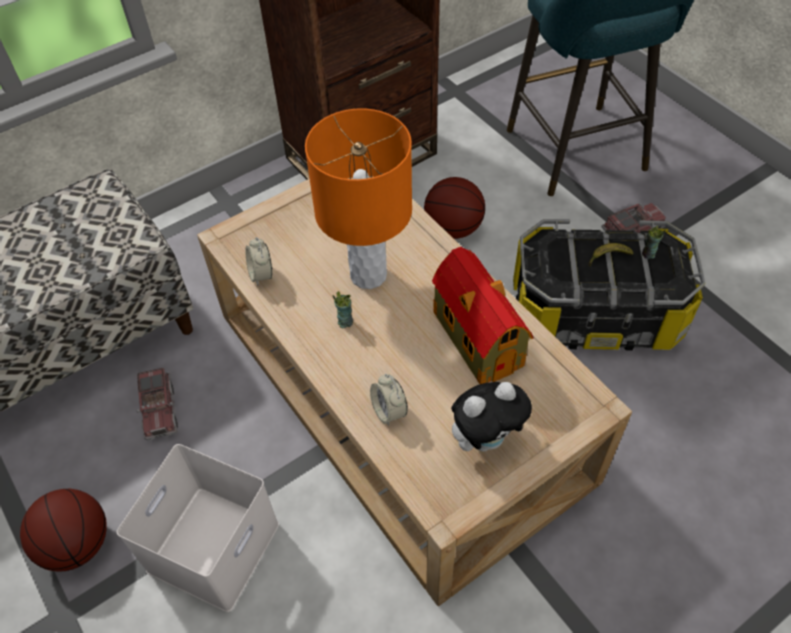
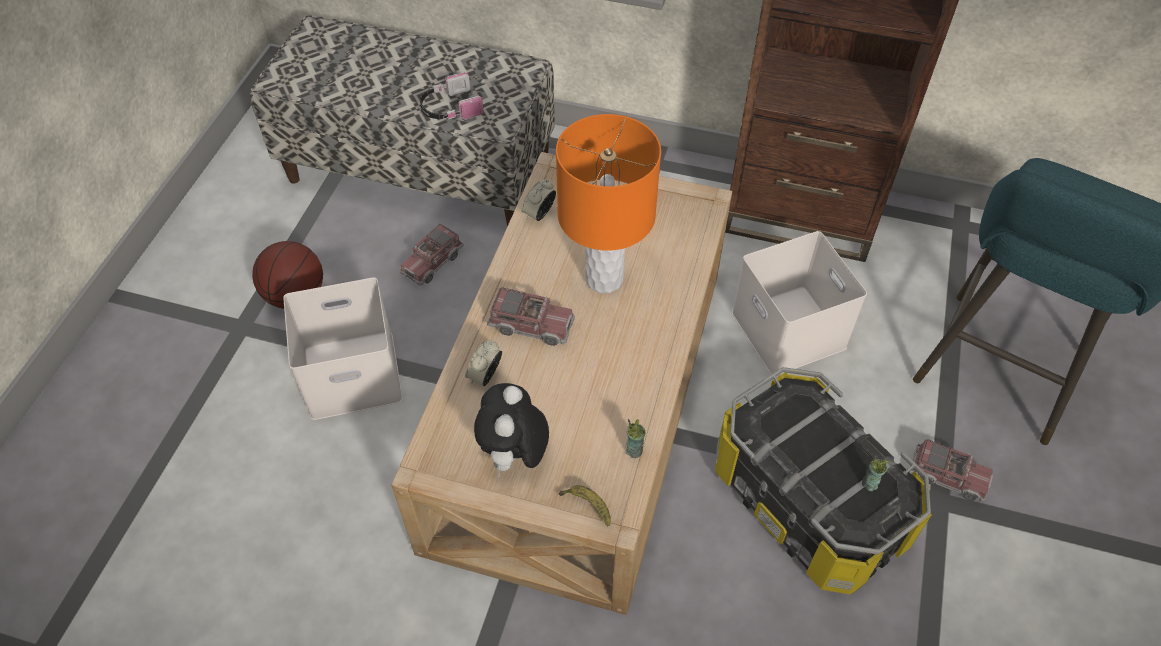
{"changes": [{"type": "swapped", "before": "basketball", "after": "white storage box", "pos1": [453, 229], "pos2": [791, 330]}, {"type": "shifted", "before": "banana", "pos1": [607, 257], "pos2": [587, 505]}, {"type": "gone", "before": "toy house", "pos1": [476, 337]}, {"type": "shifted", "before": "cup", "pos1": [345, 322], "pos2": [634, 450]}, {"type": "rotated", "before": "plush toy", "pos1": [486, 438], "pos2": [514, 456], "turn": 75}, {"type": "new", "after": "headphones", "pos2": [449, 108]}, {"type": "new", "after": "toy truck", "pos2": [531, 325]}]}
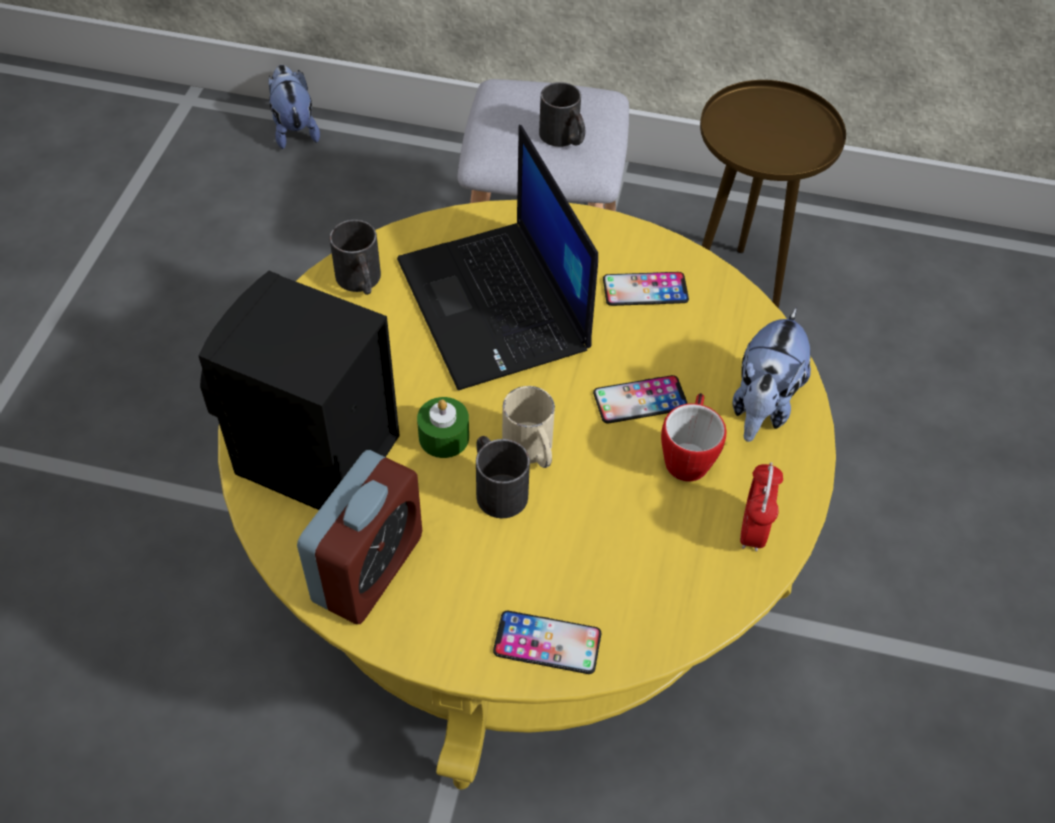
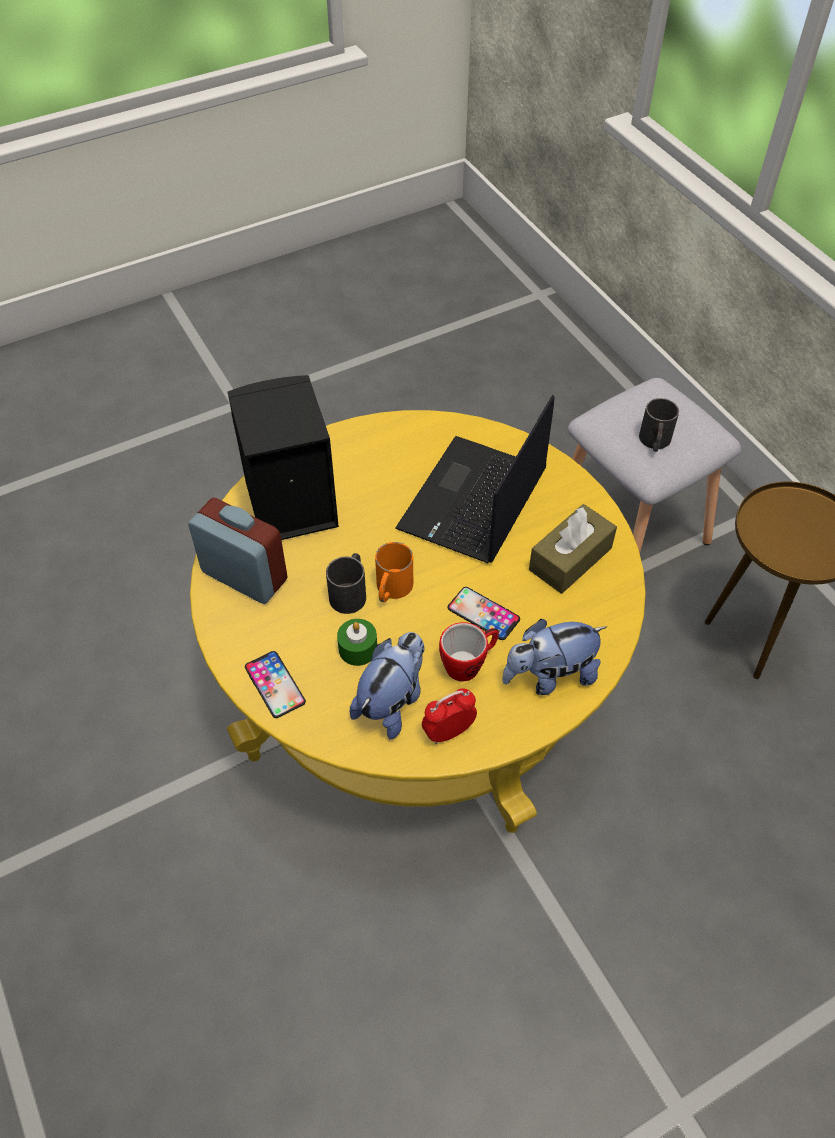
{"changes": [{"type": "shifted", "before": "plush toy", "pos1": [294, 129], "pos2": [392, 701]}, {"type": "gone", "before": "black mug", "pos1": [361, 282]}, {"type": "swapped", "before": "phone", "after": "brown tissue box", "pos1": [645, 289], "pos2": [570, 559]}, {"type": "repainted", "before": "beige mug", "after": "orange mug", "pos1": [532, 451], "pos2": [391, 590]}, {"type": "shifted", "before": "green candle", "pos1": [444, 437], "pos2": [358, 649]}, {"type": "rotated", "before": "alarm clock", "pos1": [368, 569], "pos2": [244, 576], "turn": -135}]}
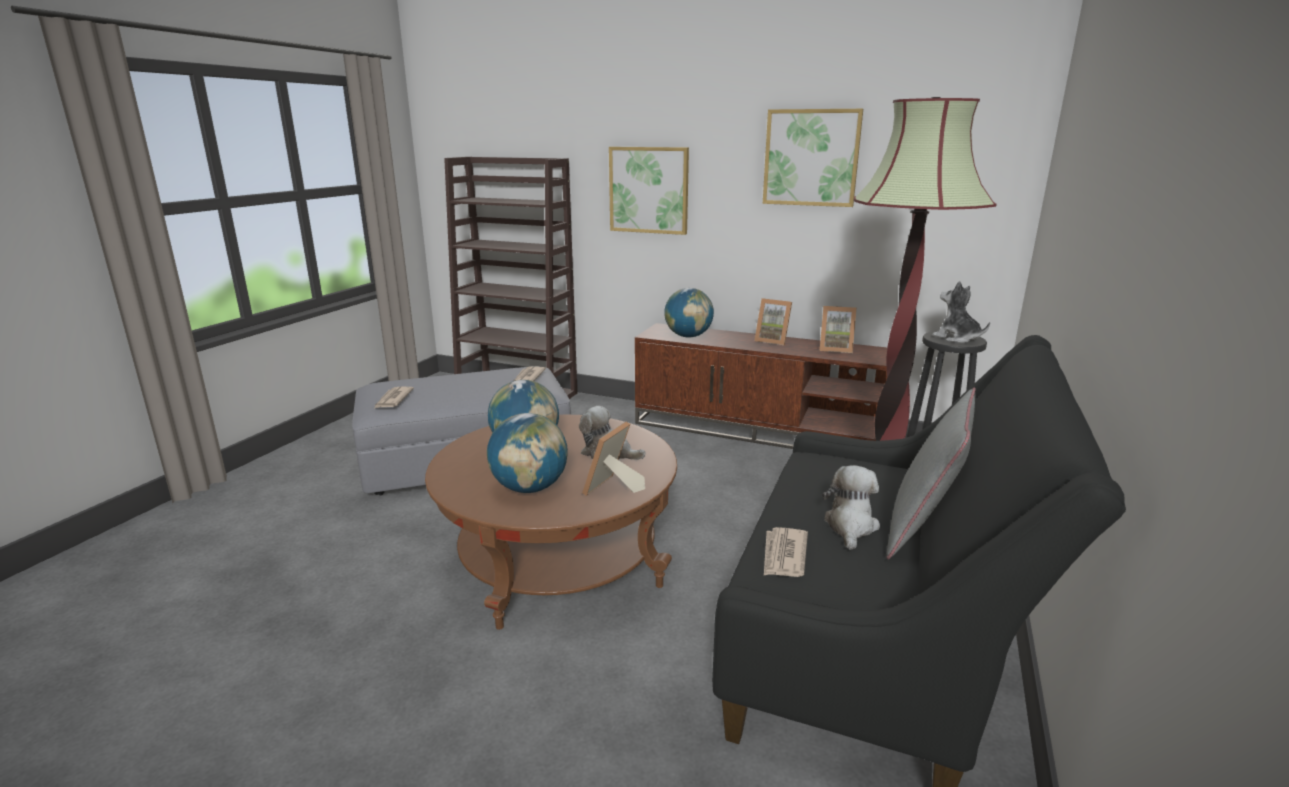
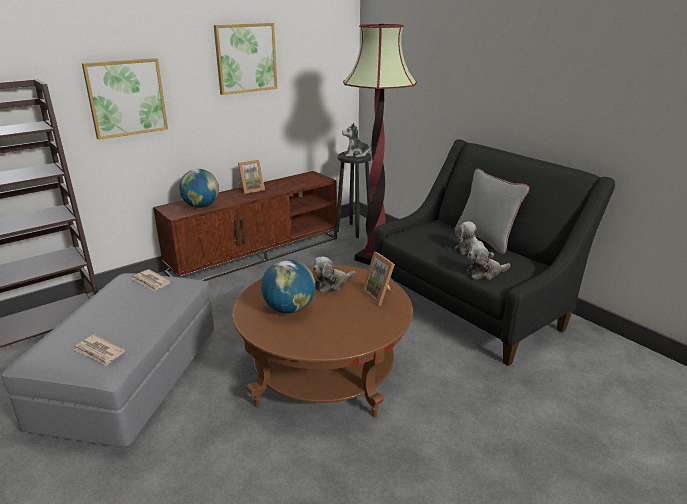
{"changes": [{"type": "gone", "before": "picture frame", "pos1": [835, 349]}, {"type": "gone", "before": "globe", "pos1": [530, 488]}, {"type": "swapped", "before": "newspaper", "after": "plush toy", "pos1": [784, 555], "pos2": [484, 273]}]}
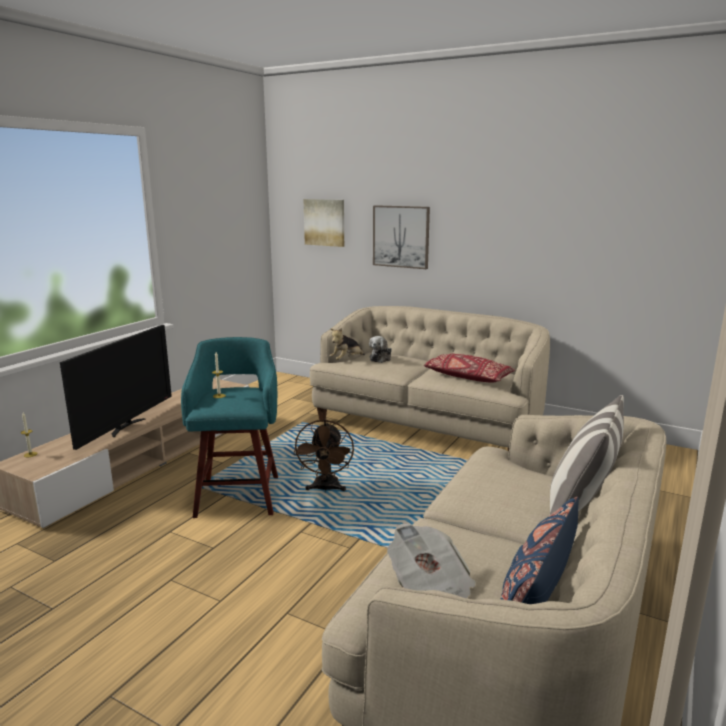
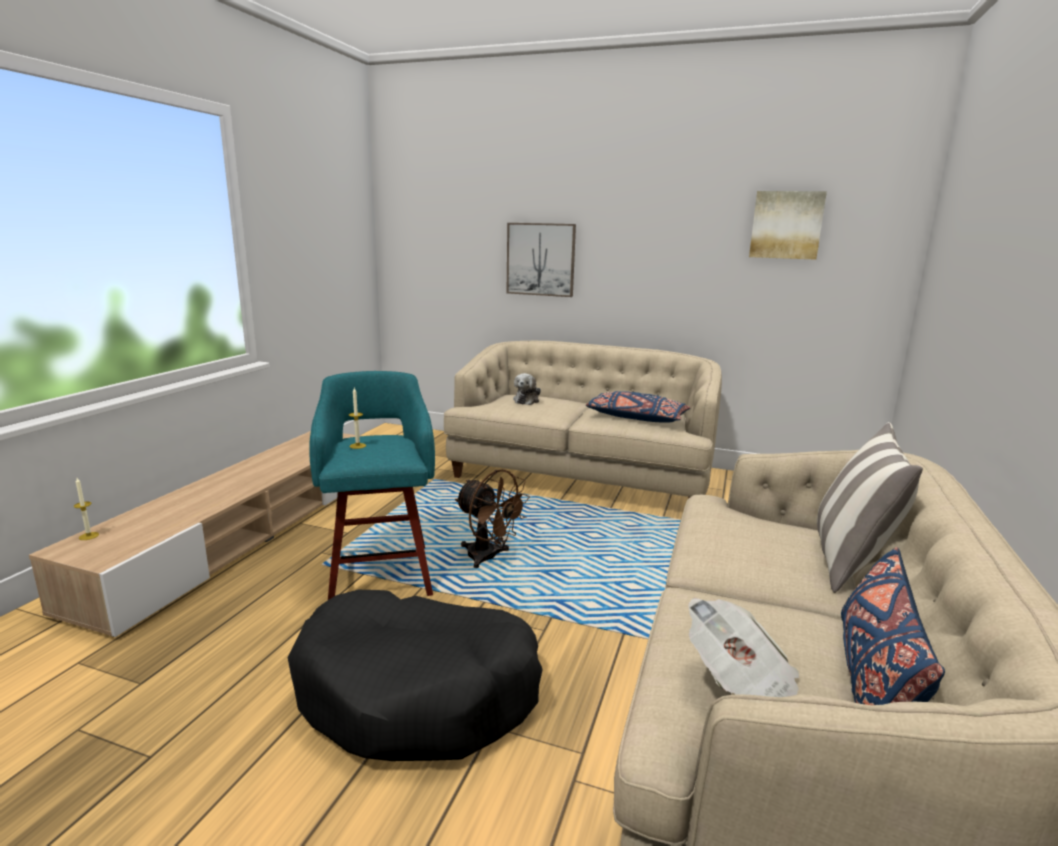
{"changes": [{"type": "shifted", "before": "picture", "pos1": [325, 222], "pos2": [786, 225]}, {"type": "gone", "before": "television", "pos1": [126, 427]}, {"type": "gone", "before": "plush toy", "pos1": [346, 360]}, {"type": "repainted", "before": "red pillow", "after": "blue pillow", "pos1": [467, 377], "pos2": [636, 418]}, {"type": "rotated", "before": "brown fan", "pos1": [325, 489], "pos2": [489, 558], "turn": -45}, {"type": "new", "after": "black dog bed", "pos2": [418, 692]}]}
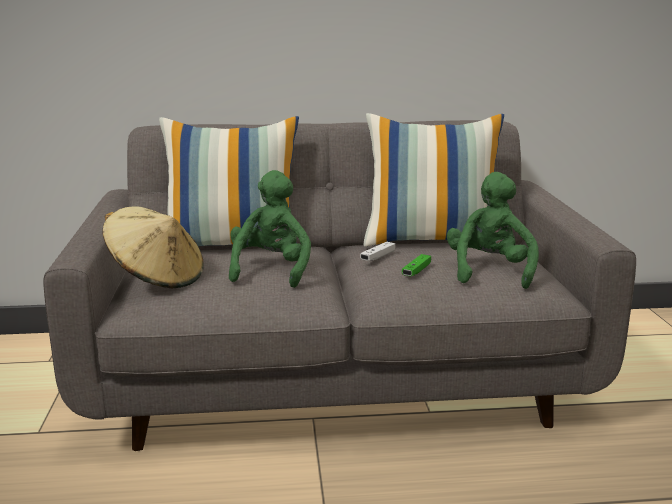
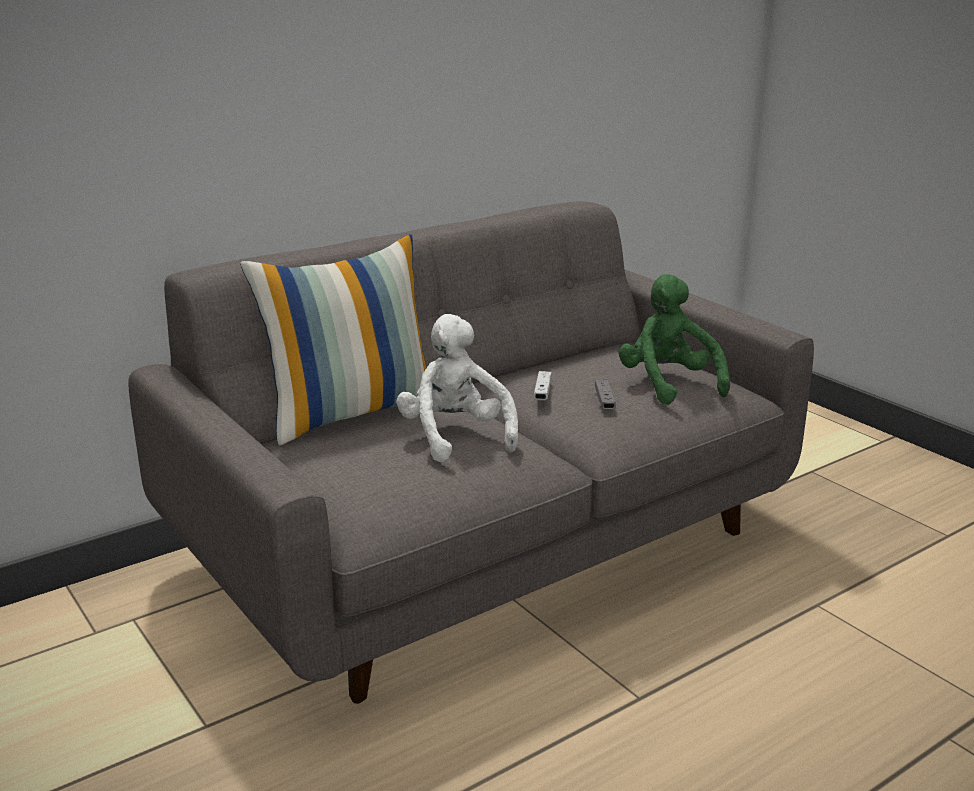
{"changes": [{"type": "gone", "before": "pillow", "pos1": [431, 241]}, {"type": "repainted", "before": "green plush toy", "after": "white plush toy", "pos1": [271, 270], "pos2": [455, 437]}, {"type": "gone", "before": "beige hat", "pos1": [157, 278]}, {"type": "repainted", "before": "green game controller", "after": "grey game controller", "pos1": [416, 271], "pos2": [604, 401]}]}
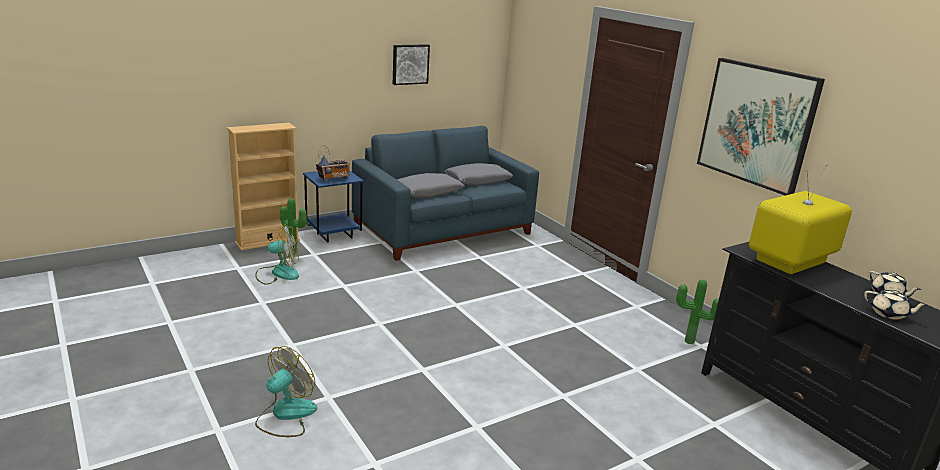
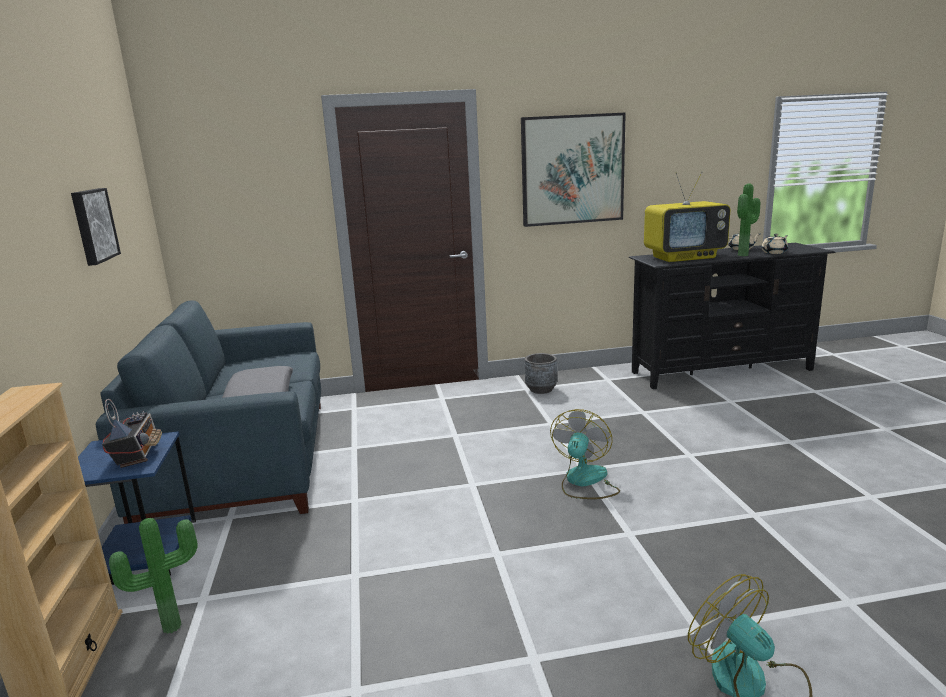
{"changes": [{"type": "gone", "before": "grey pillow", "pos1": [478, 181]}, {"type": "rotated", "before": "television", "pos1": [790, 262], "pos2": [684, 257], "turn": -90}, {"type": "shifted", "before": "fan", "pos1": [278, 273], "pos2": [584, 482]}, {"type": "shifted", "before": "potted plant", "pos1": [689, 342], "pos2": [745, 255]}, {"type": "new", "after": "grey planter", "pos2": [541, 389]}]}
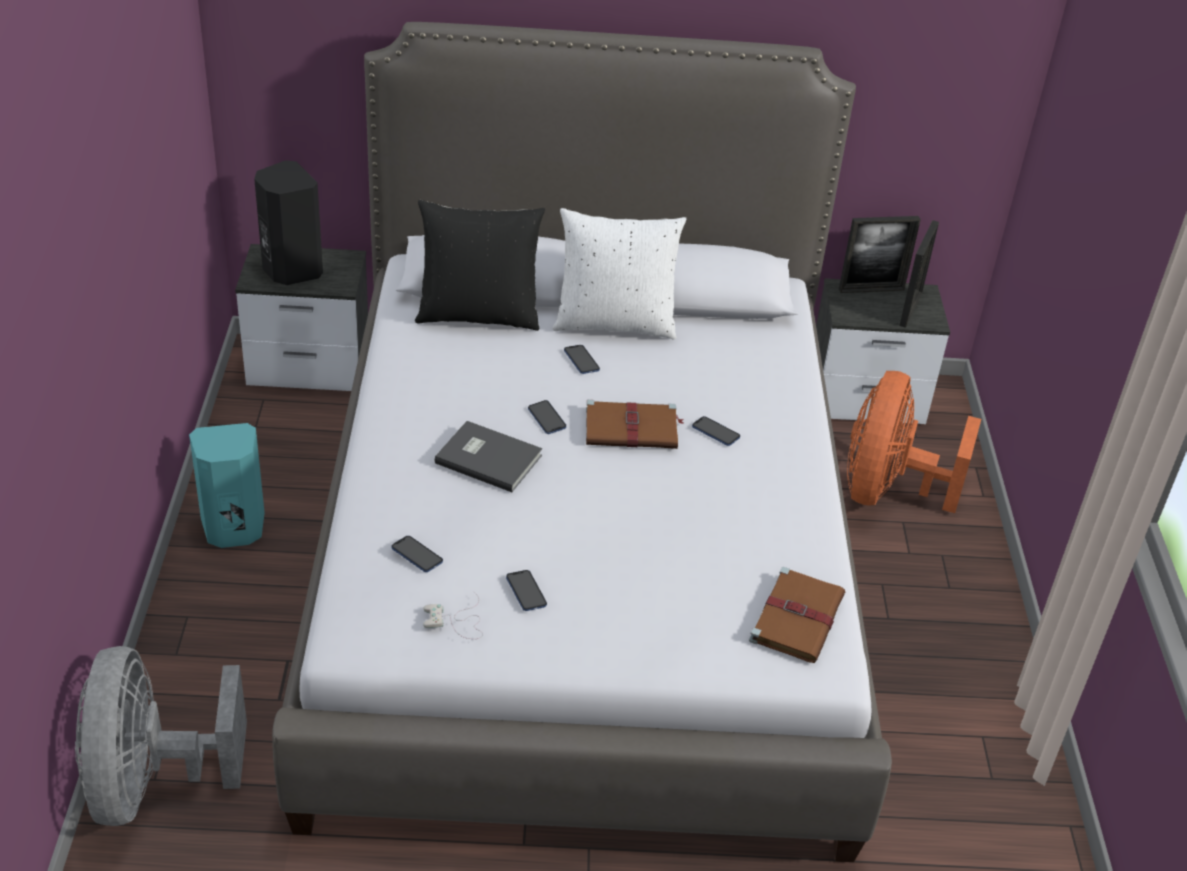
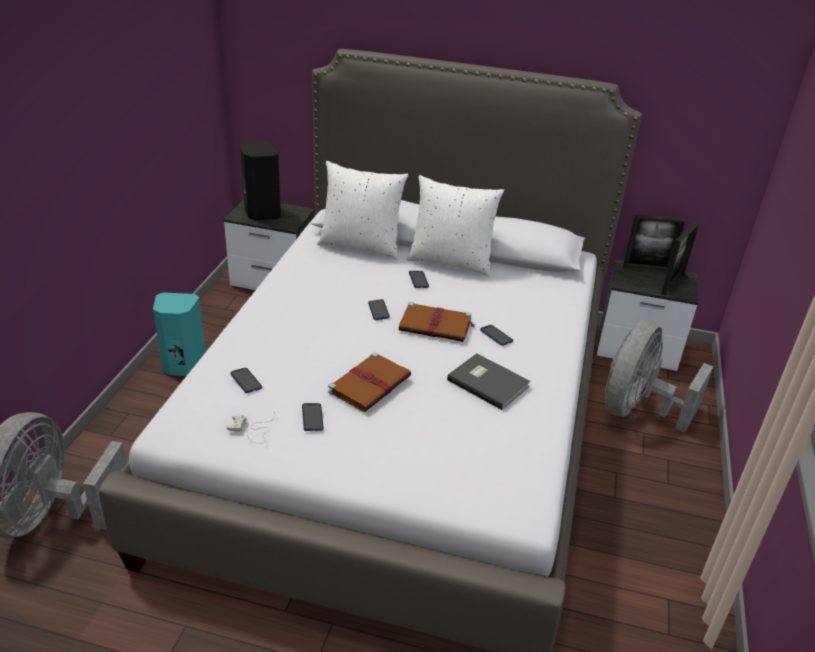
{"changes": [{"type": "repainted", "before": "black pillow", "after": "white pillow", "pos1": [478, 315], "pos2": [361, 245]}, {"type": "repainted", "before": "orange fan", "after": "grey fan", "pos1": [887, 490], "pos2": [637, 410]}, {"type": "shifted", "before": "grey book", "pos1": [488, 457], "pos2": [488, 382]}, {"type": "shifted", "before": "brown book", "pos1": [797, 617], "pos2": [370, 384]}]}
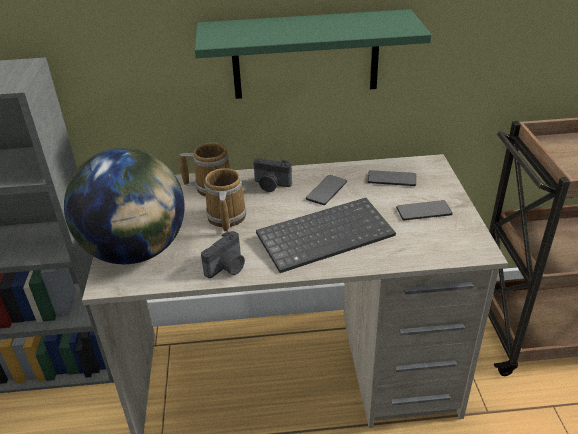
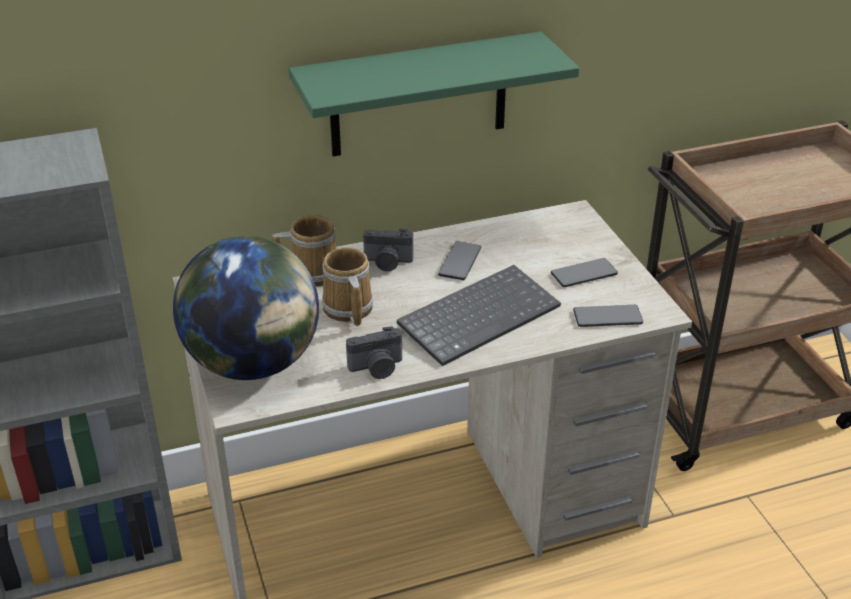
{"changes": [{"type": "shifted", "before": "phone", "pos1": [391, 179], "pos2": [607, 317]}, {"type": "rotated", "before": "photo camera", "pos1": [227, 267], "pos2": [377, 368], "turn": 45}]}
